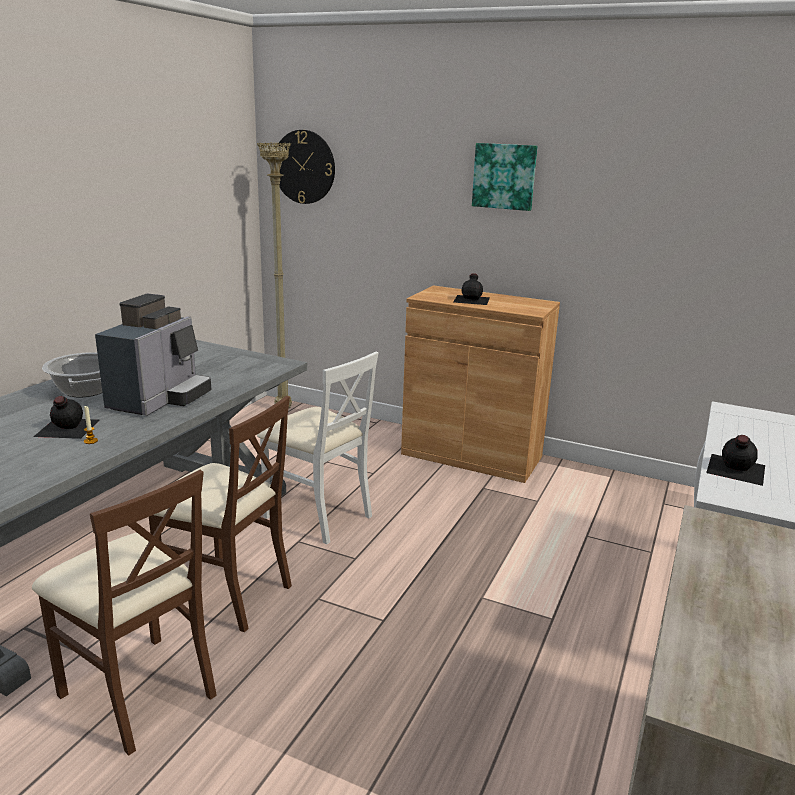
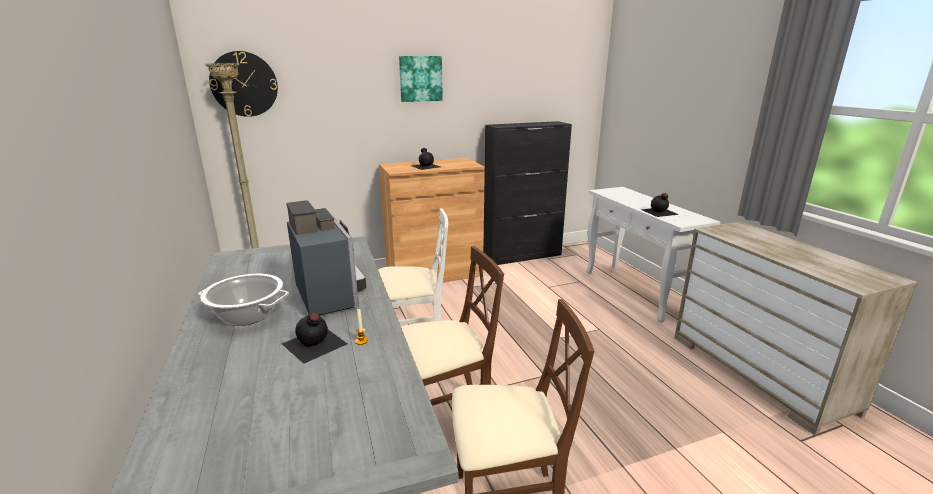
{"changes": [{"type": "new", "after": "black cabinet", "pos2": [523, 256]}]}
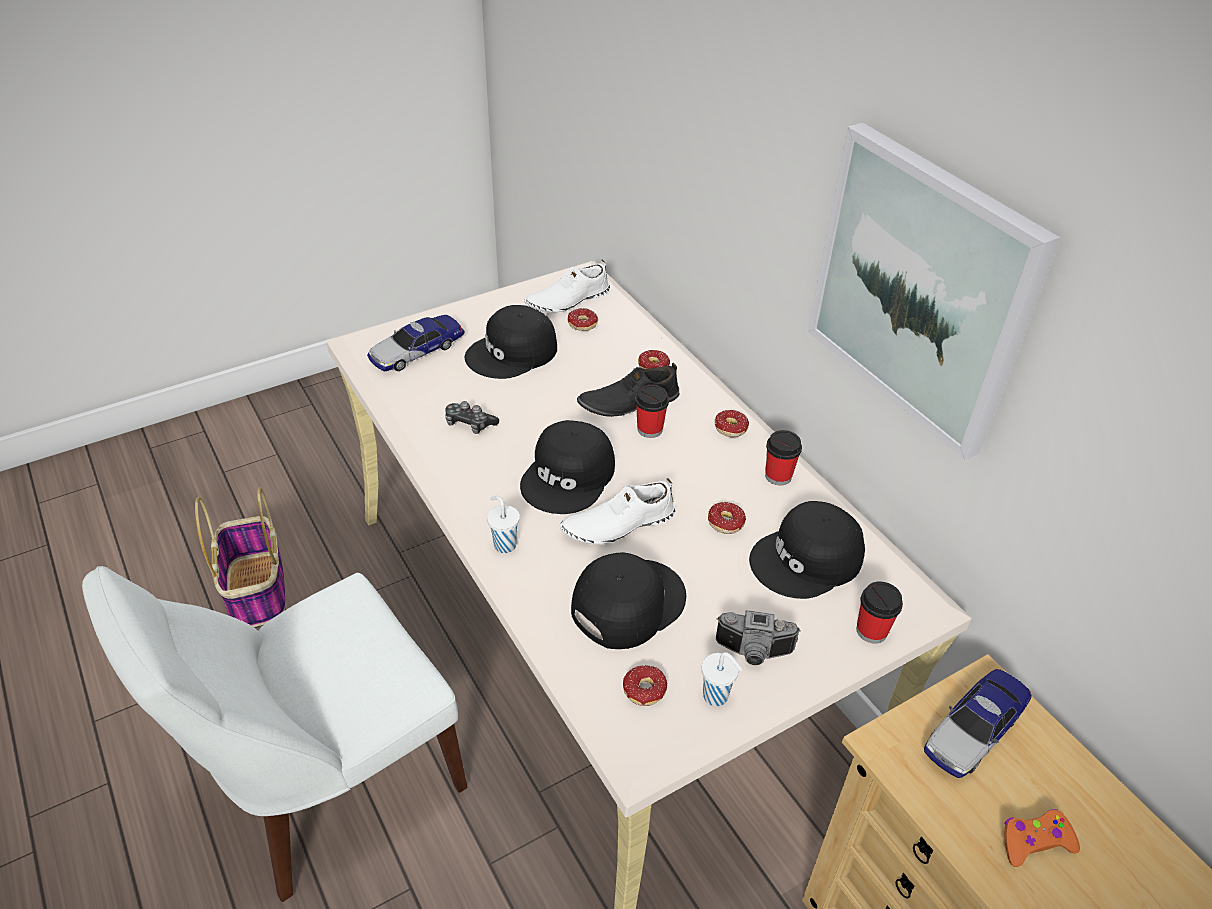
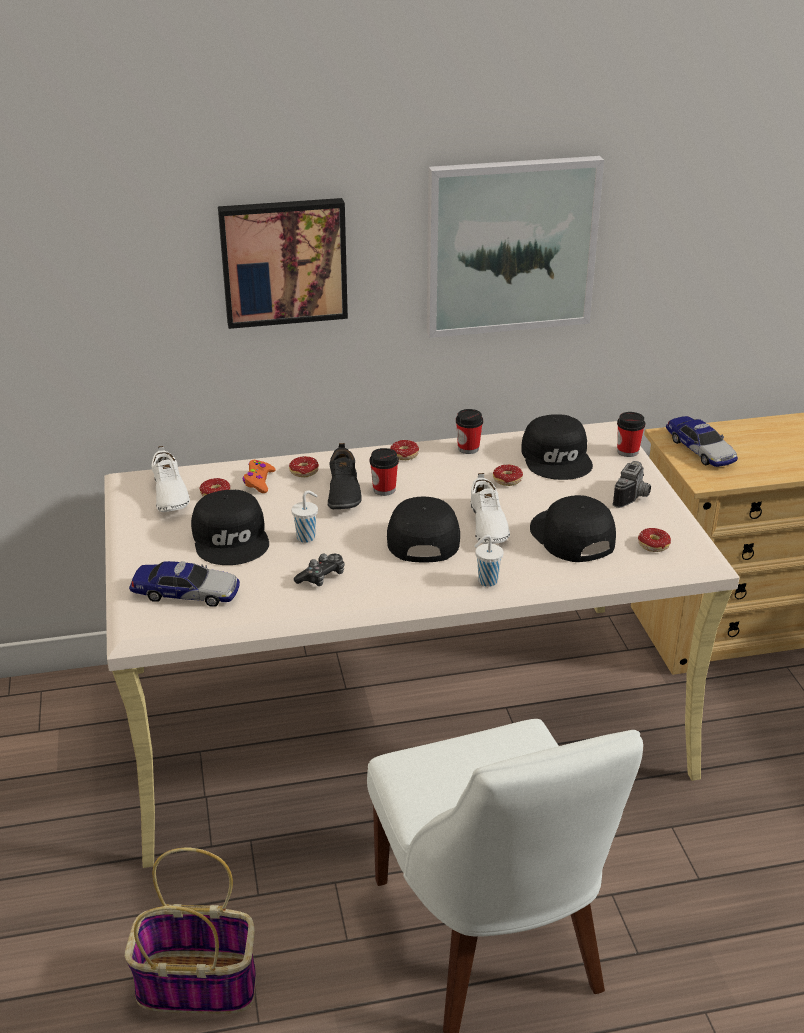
{"changes": [{"type": "rotated", "before": "toy car", "pos1": [417, 351], "pos2": [186, 593], "turn": -60}, {"type": "rotated", "before": "black cap", "pos1": [569, 477], "pos2": [421, 537], "turn": -135}, {"type": "shifted", "before": "white cup", "pos1": [717, 697], "pos2": [307, 537]}, {"type": "shifted", "before": "orange game controller", "pos1": [1034, 842], "pos2": [259, 481]}, {"type": "new", "after": "picture", "pos2": [283, 261]}]}
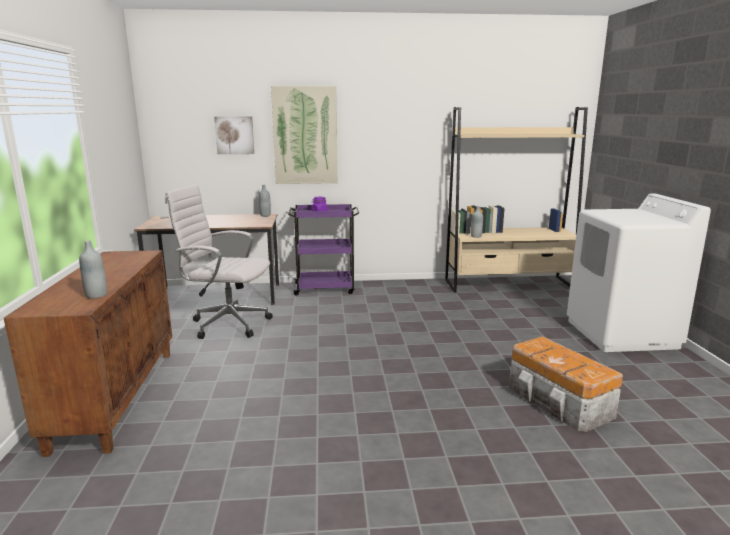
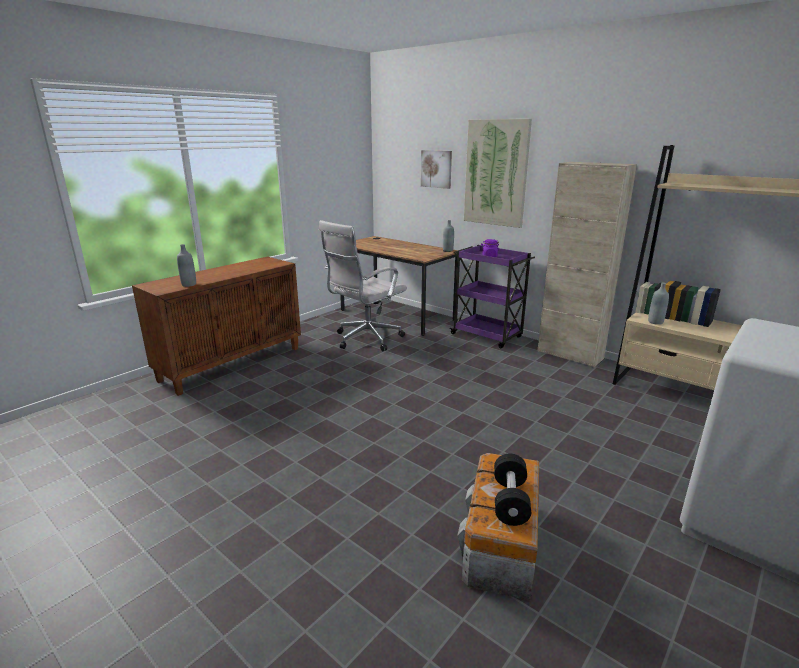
{"changes": [{"type": "rotated", "before": "white office chair", "pos1": [227, 324], "pos2": [365, 339], "turn": -105}, {"type": "new", "after": "beige cabinet", "pos2": [570, 355]}, {"type": "new", "after": "black dumbbell", "pos2": [510, 501]}]}
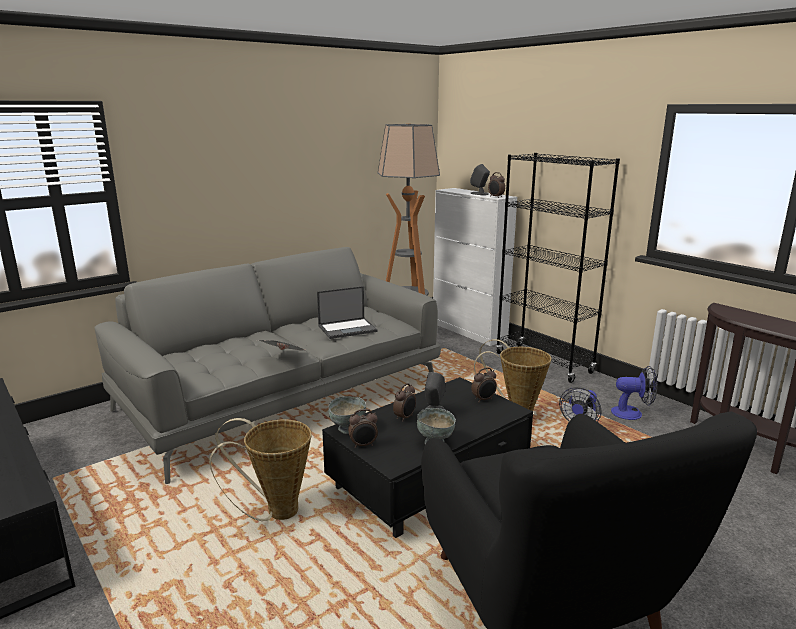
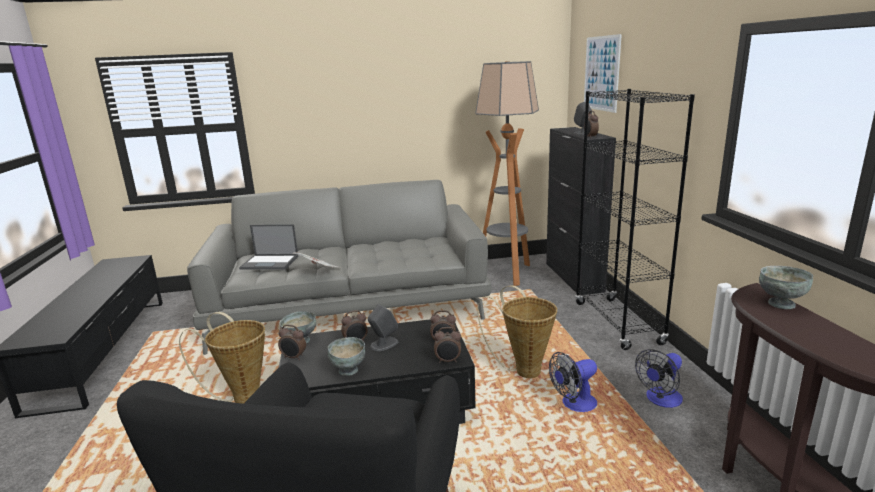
{"changes": [{"type": "repainted", "before": "white cabinet", "after": "black cabinet", "pos1": [469, 331], "pos2": [573, 277]}, {"type": "shifted", "before": "laptop", "pos1": [348, 328], "pos2": [270, 262]}, {"type": "rotated", "before": "fan", "pos1": [632, 413], "pos2": [660, 400], "turn": 105}, {"type": "new", "after": "picture", "pos2": [601, 73]}, {"type": "new", "after": "grey bowl", "pos2": [780, 304]}, {"type": "new", "after": "alarm clock", "pos2": [448, 361]}]}
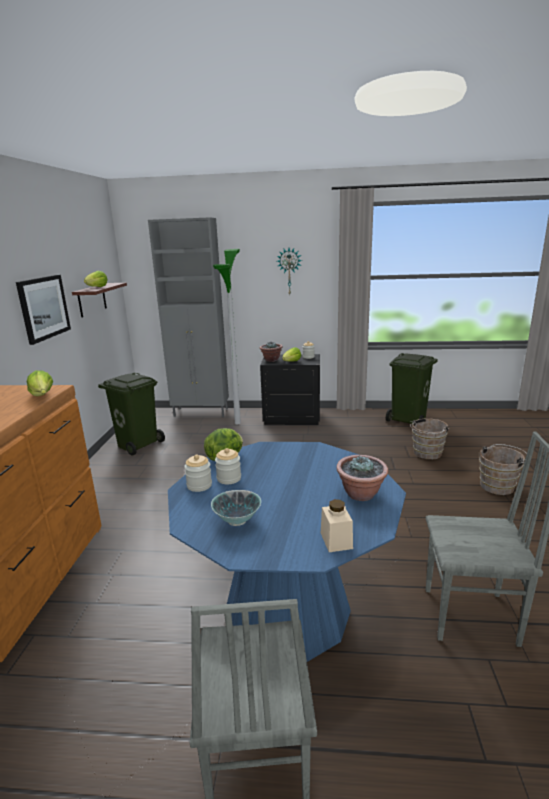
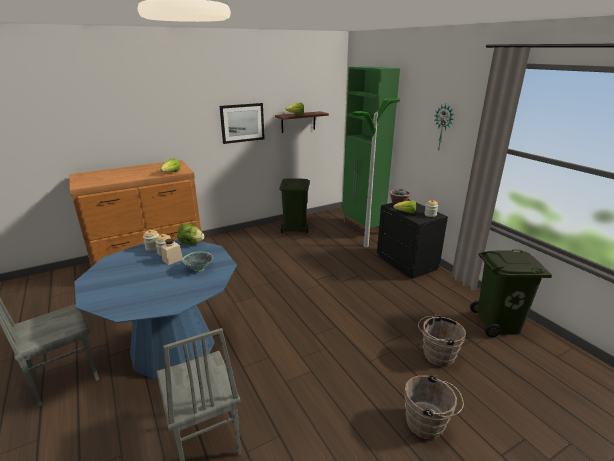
{"changes": [{"type": "repainted", "before": "grey cabinet", "after": "green cabinet", "pos1": [201, 412], "pos2": [362, 227]}, {"type": "gone", "before": "potted plant", "pos1": [361, 494]}, {"type": "shifted", "before": "bowl", "pos1": [237, 521], "pos2": [199, 269]}, {"type": "shifted", "before": "beige jar", "pos1": [336, 540], "pos2": [172, 260]}]}
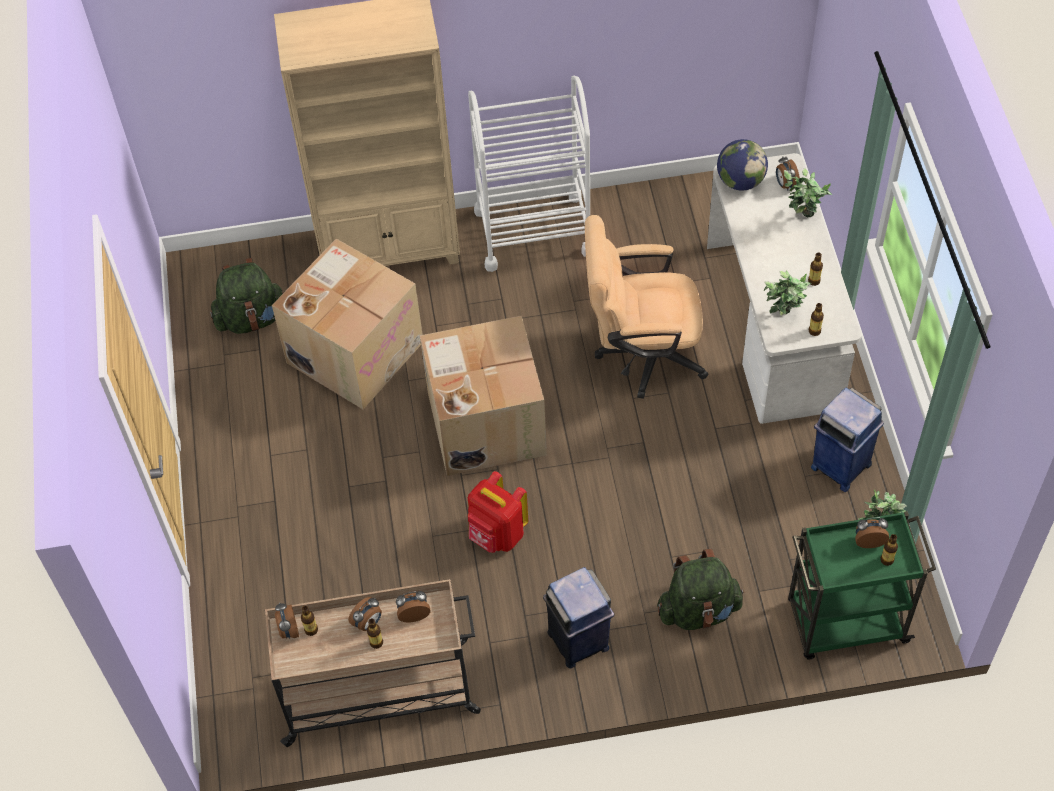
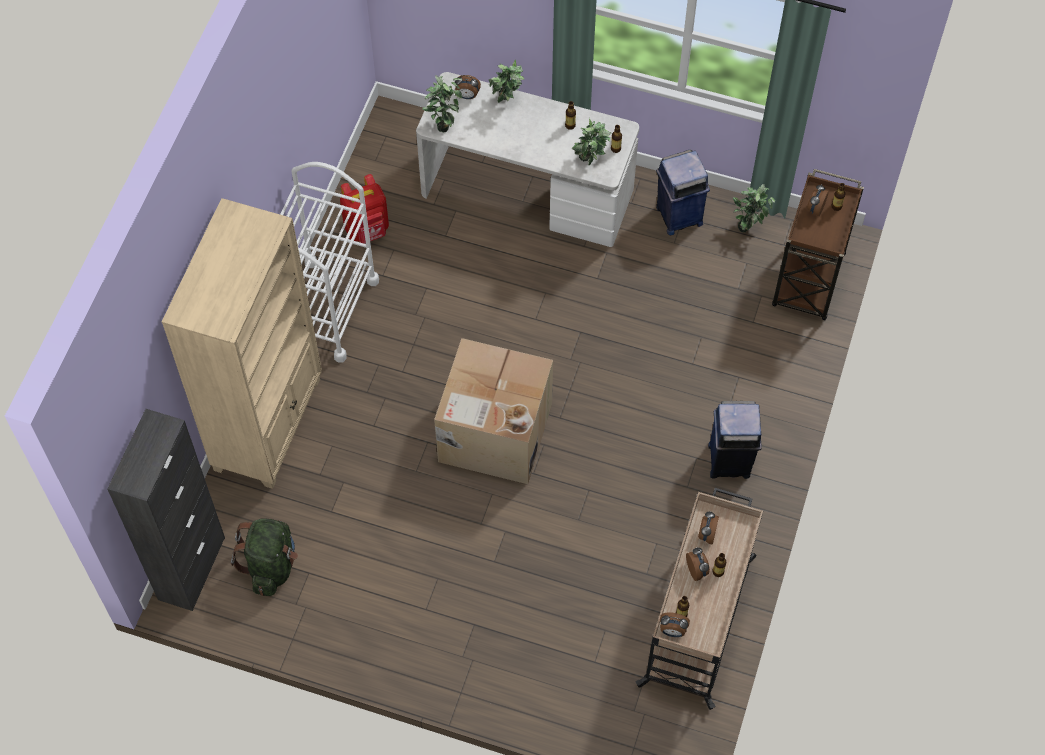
{"changes": [{"type": "swapped", "before": "globe", "after": "potted plant", "pos1": [740, 181], "pos2": [443, 122]}, {"type": "gone", "before": "beige office chair", "pos1": [641, 354]}, {"type": "gone", "before": "cardboard box", "pos1": [355, 350]}, {"type": "shifted", "before": "red backpack", "pos1": [497, 535], "pos2": [367, 229]}, {"type": "repainted", "before": "green cart", "after": "brown cart", "pos1": [845, 622], "pos2": [808, 282]}, {"type": "gone", "before": "green backpack", "pos1": [698, 610]}, {"type": "new", "after": "black cabinet", "pos2": [191, 568]}]}
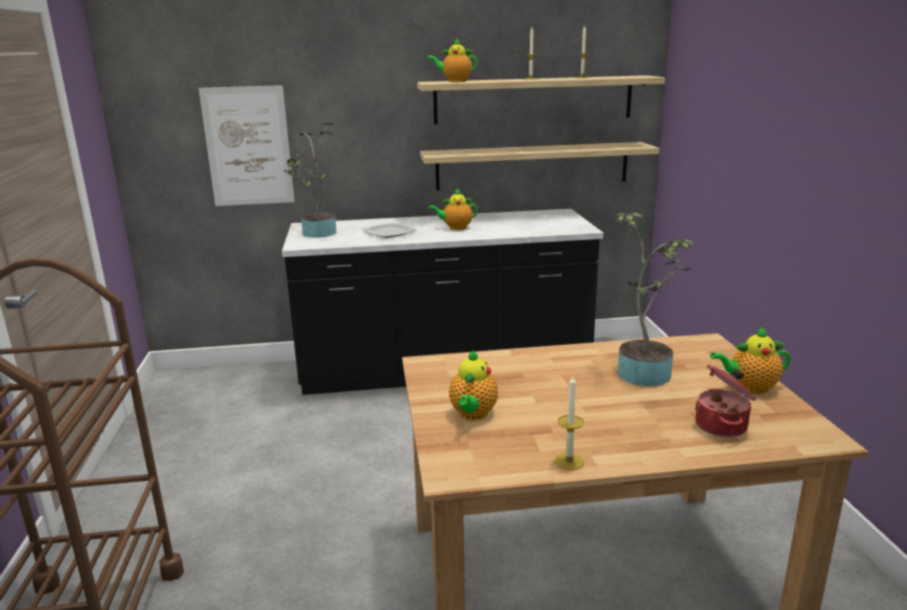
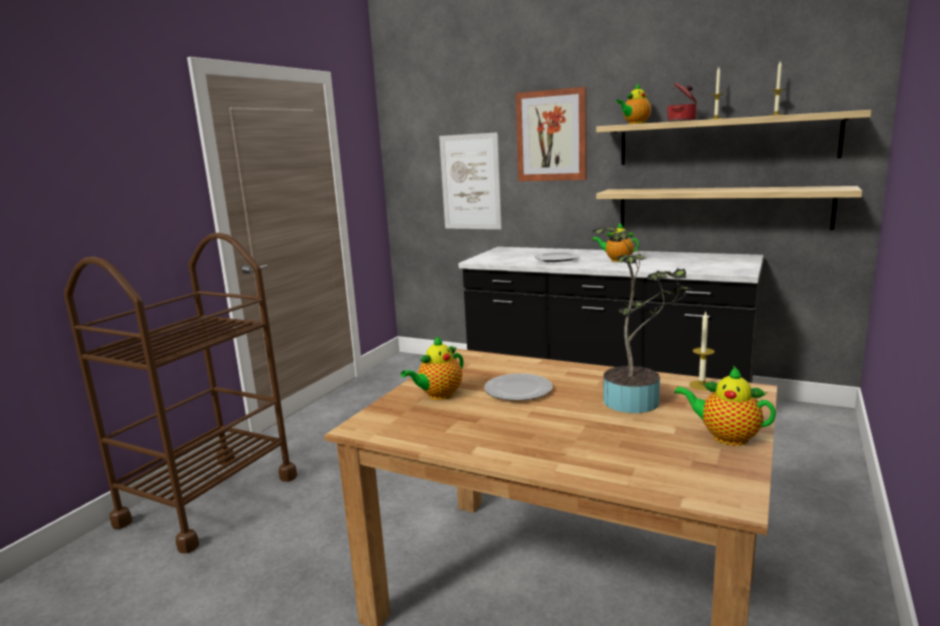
{"changes": [{"type": "rotated", "before": "teapot", "pos1": [455, 81], "pos2": [635, 123], "turn": -75}, {"type": "gone", "before": "potted plant", "pos1": [317, 234]}, {"type": "shifted", "before": "cooking pot", "pos1": [722, 426], "pos2": [682, 120]}, {"type": "shifted", "before": "candle", "pos1": [569, 461], "pos2": [701, 385]}, {"type": "new", "after": "picture", "pos2": [551, 136]}, {"type": "new", "after": "plate", "pos2": [519, 390]}]}
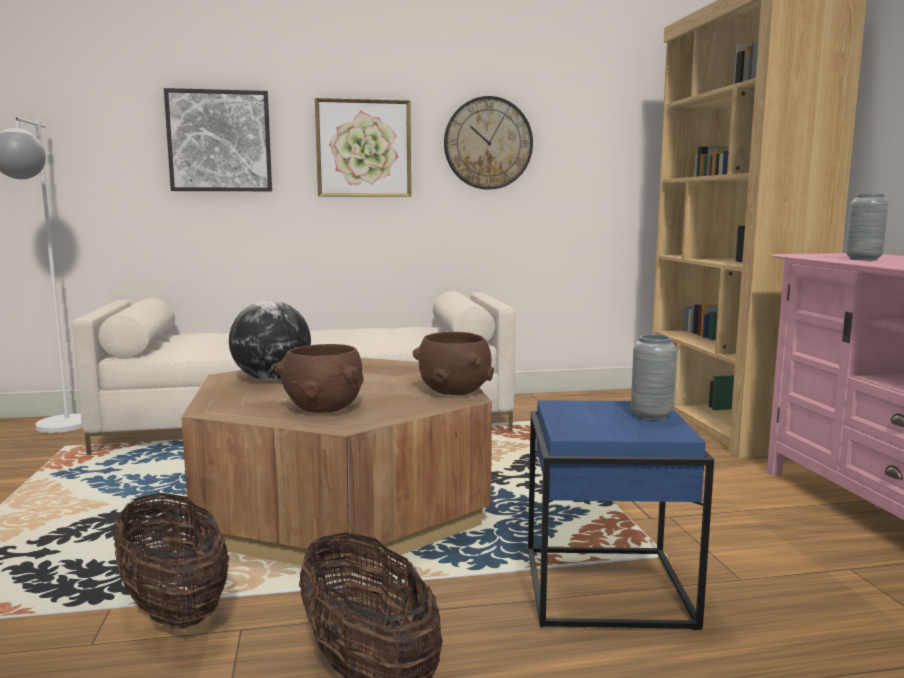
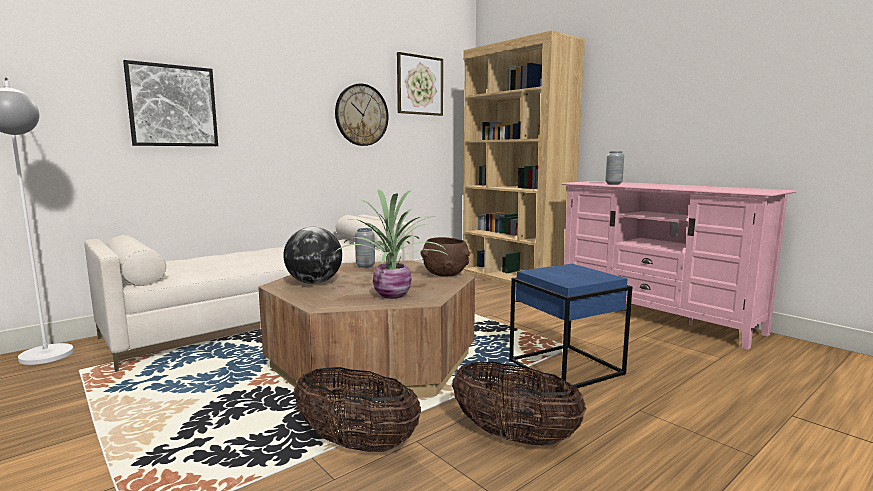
{"changes": [{"type": "shifted", "before": "picture", "pos1": [363, 148], "pos2": [419, 85]}, {"type": "shifted", "before": "grey vase", "pos1": [651, 416], "pos2": [365, 266]}, {"type": "swapped", "before": "brown bowl", "after": "potted plant", "pos1": [324, 409], "pos2": [394, 295]}]}
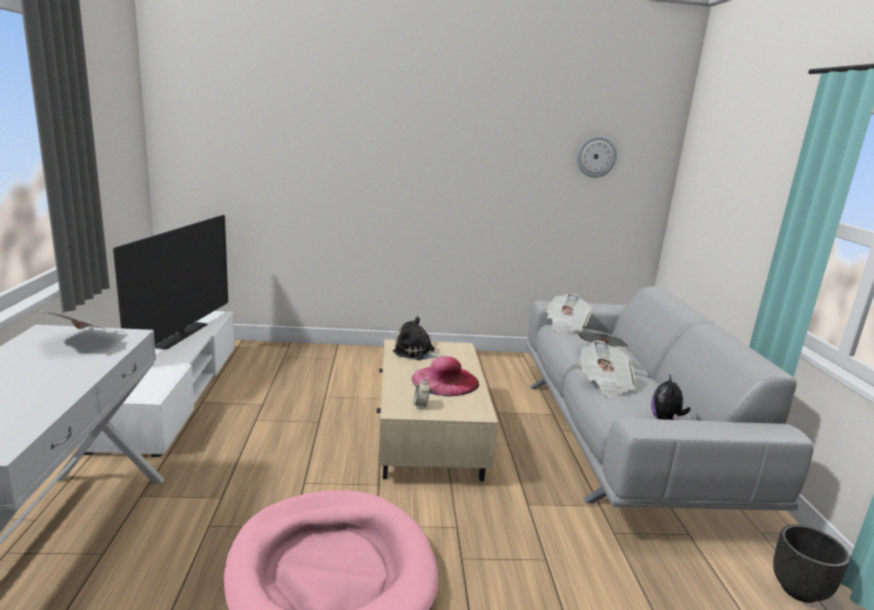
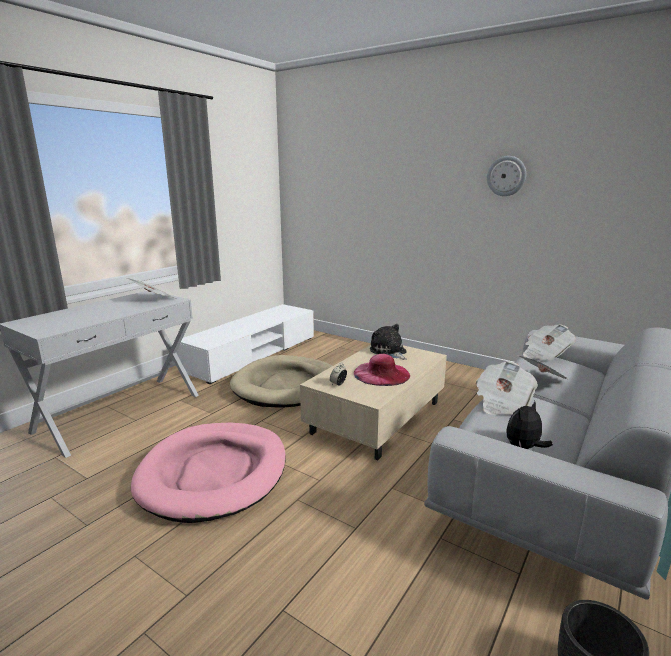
{"changes": [{"type": "shifted", "before": "wall clock", "pos1": [596, 156], "pos2": [506, 176]}, {"type": "gone", "before": "television", "pos1": [182, 336]}, {"type": "new", "after": "beige dog bed", "pos2": [286, 385]}]}
